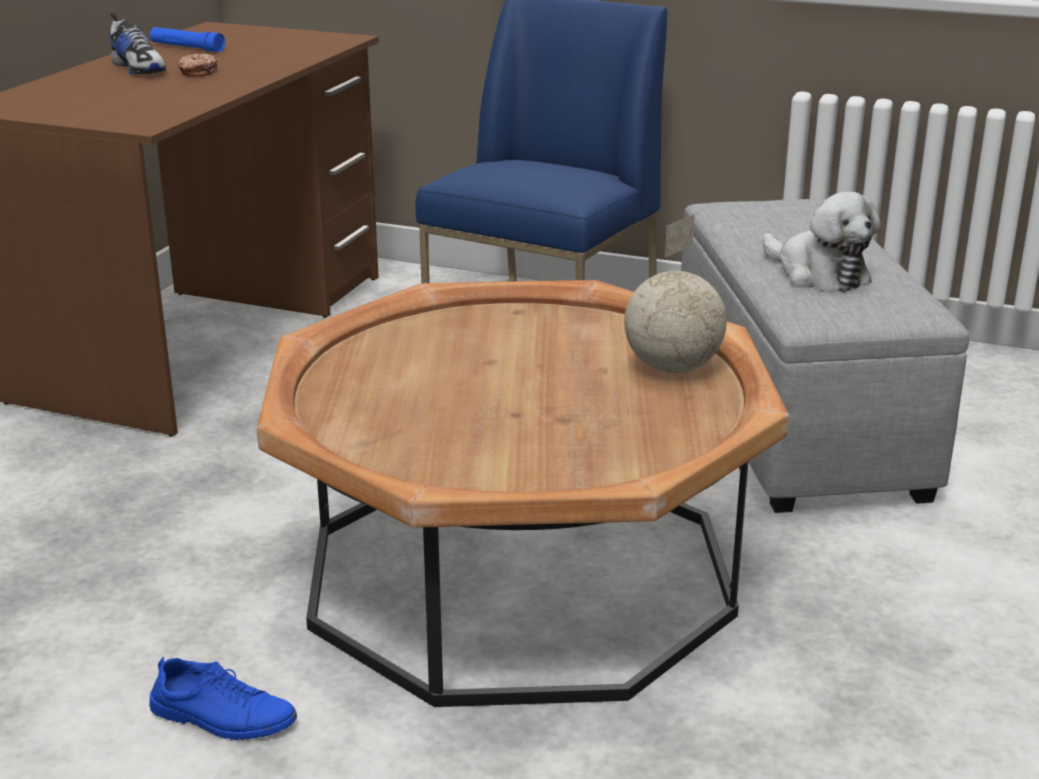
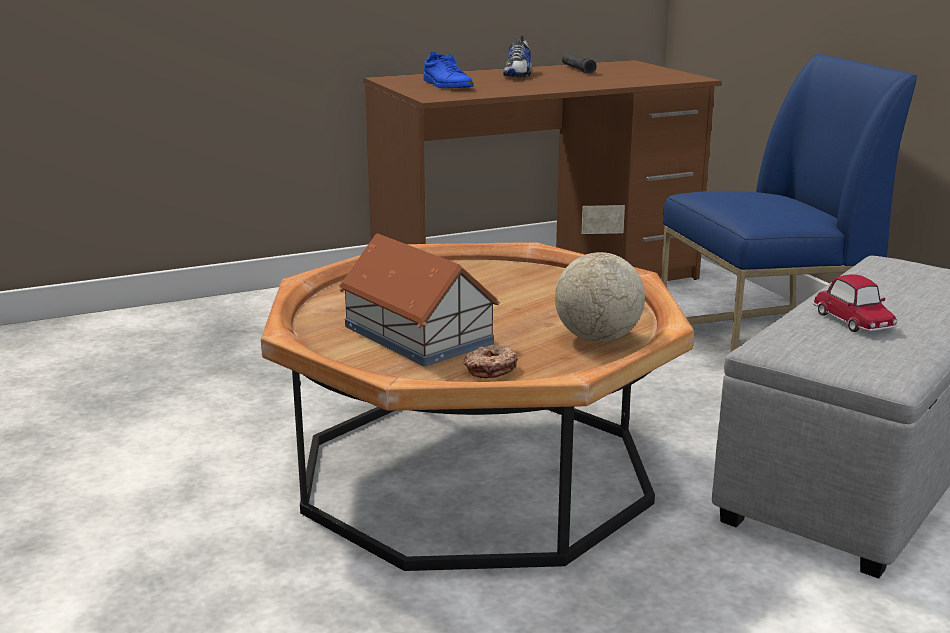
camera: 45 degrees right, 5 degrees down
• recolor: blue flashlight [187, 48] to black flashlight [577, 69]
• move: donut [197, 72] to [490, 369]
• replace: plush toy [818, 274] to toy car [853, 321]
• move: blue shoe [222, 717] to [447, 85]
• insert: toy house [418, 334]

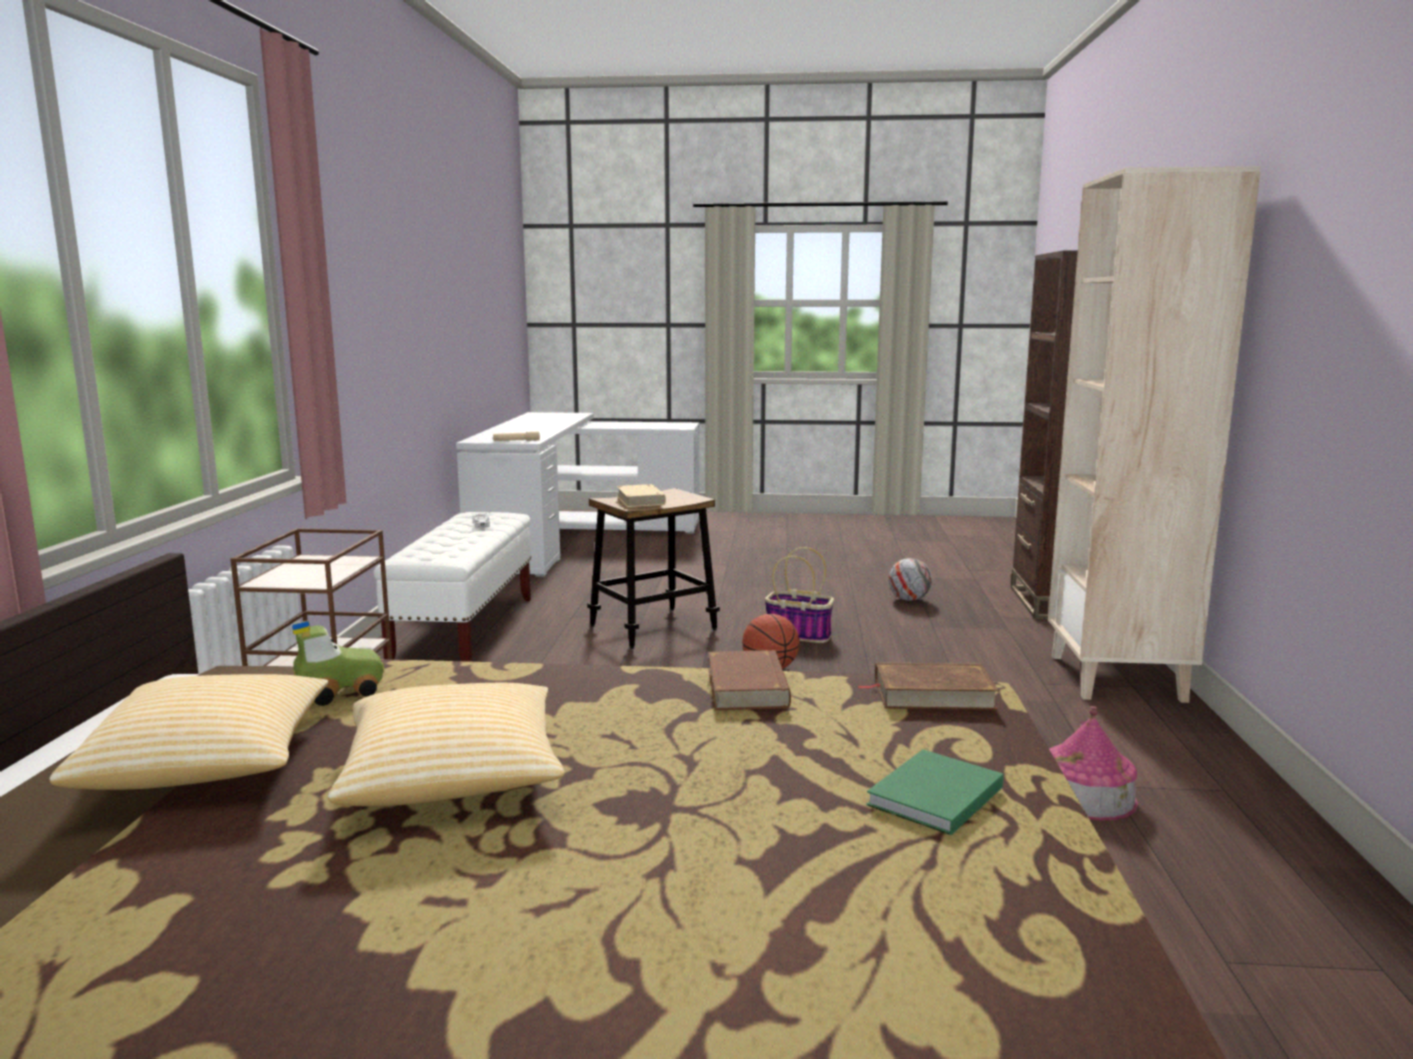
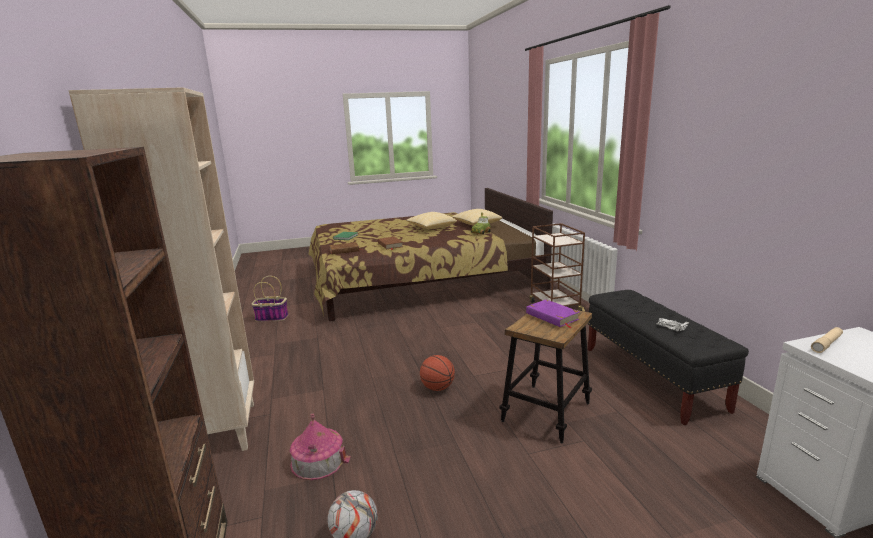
camera: 160 degrees right, 5 degrees up
• recolor: beige book [641, 500] to purple book [552, 316]
• recolor: white bench [465, 631] to black bench [652, 378]
• move: basket [800, 635] to [271, 318]
• move: toy house [1085, 796] to [318, 460]

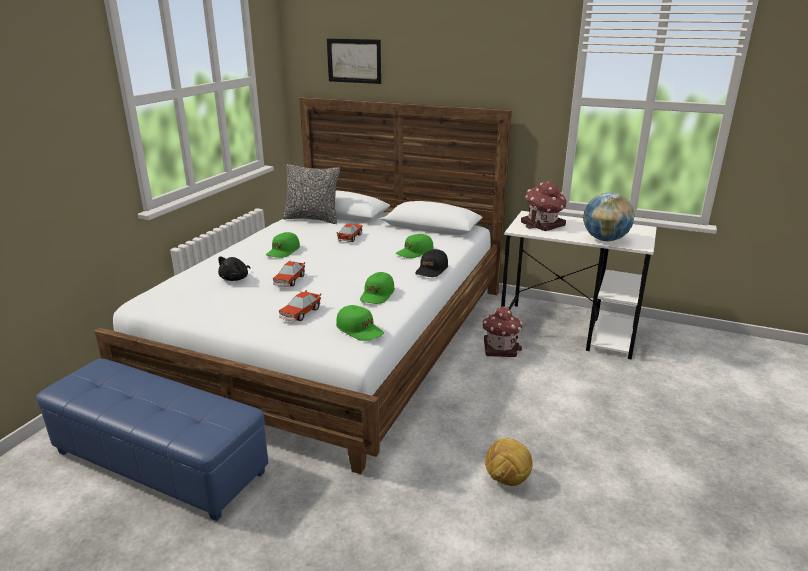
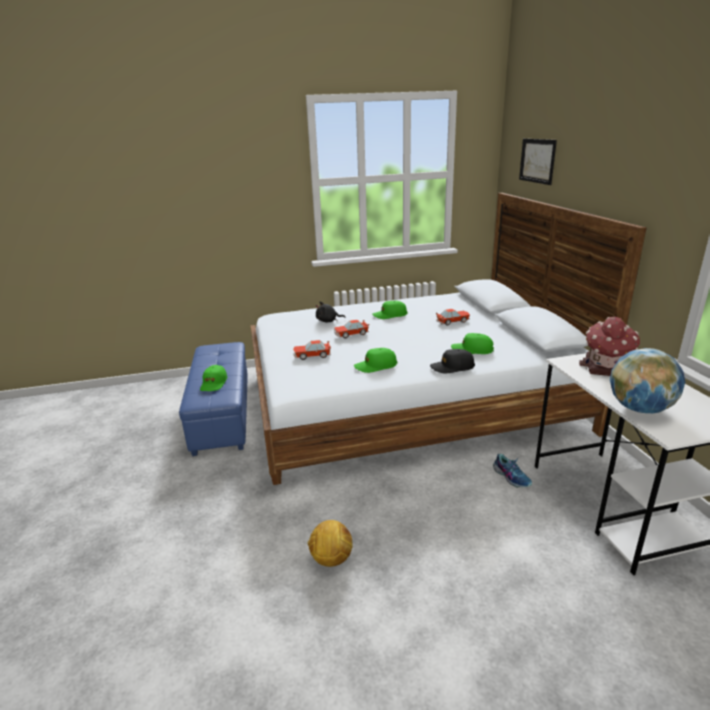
camera: 55 degrees right, 0 degrees up
• delete: pillow [312, 219]
• move: green cap [359, 330] to [214, 383]
• replace: toy house [500, 348] to shoe [511, 477]

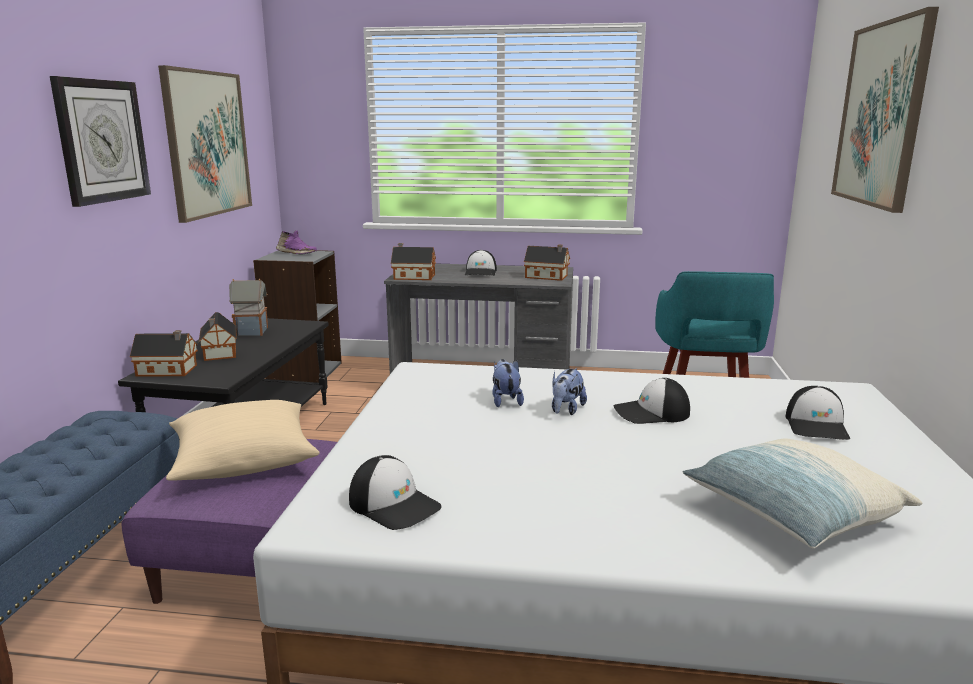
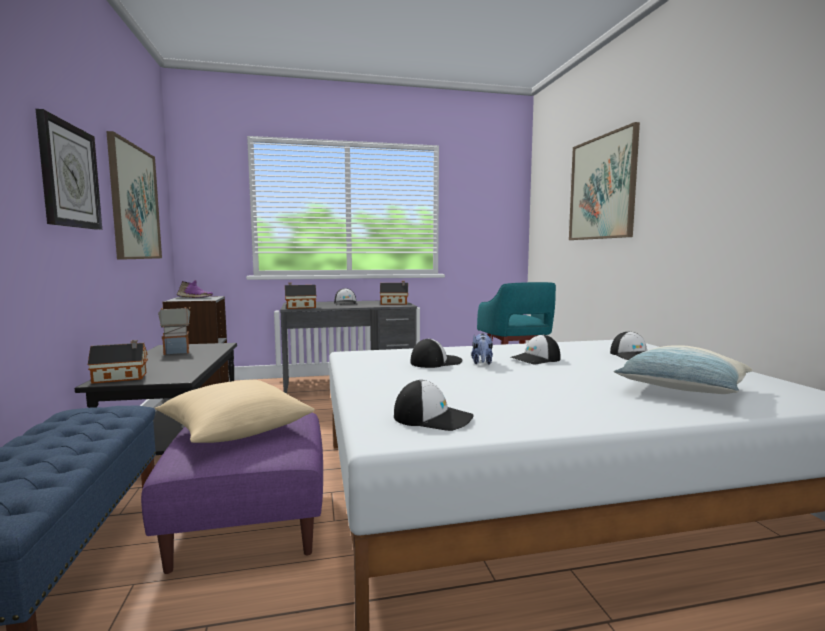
camera: 20 degrees left, 10 degrees down
• delete: toy house [219, 353]
• replace: plush toy [505, 400] to cap [435, 362]

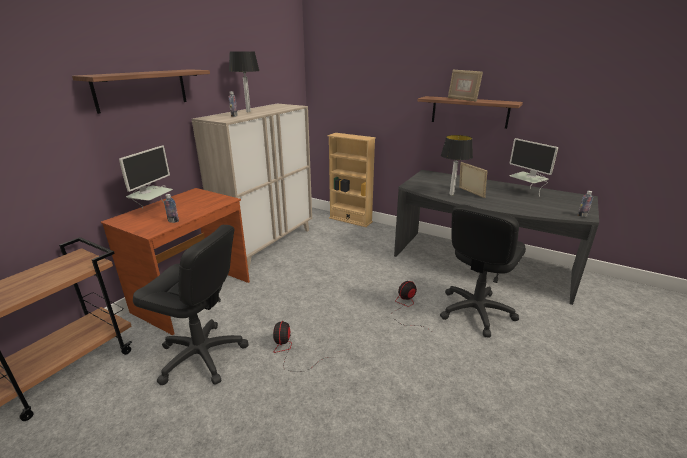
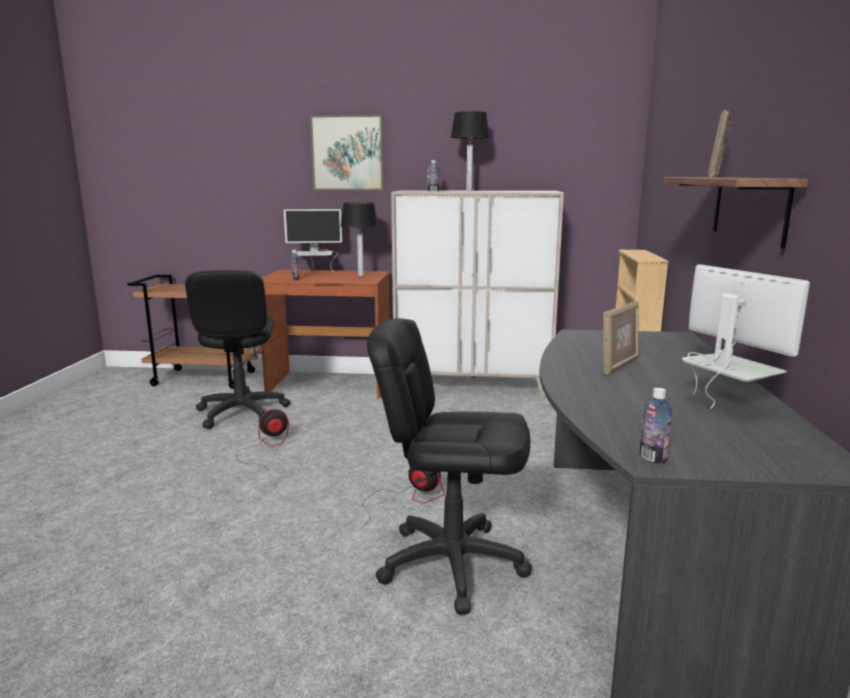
camera: 65 degrees right, 10 degrees down
• replace: shelf [142, 89] to picture [348, 153]
• move: table lamp [451, 194] to [361, 276]
• rotate: monitor [526, 192] = [724, 405] 120 degrees clockwise

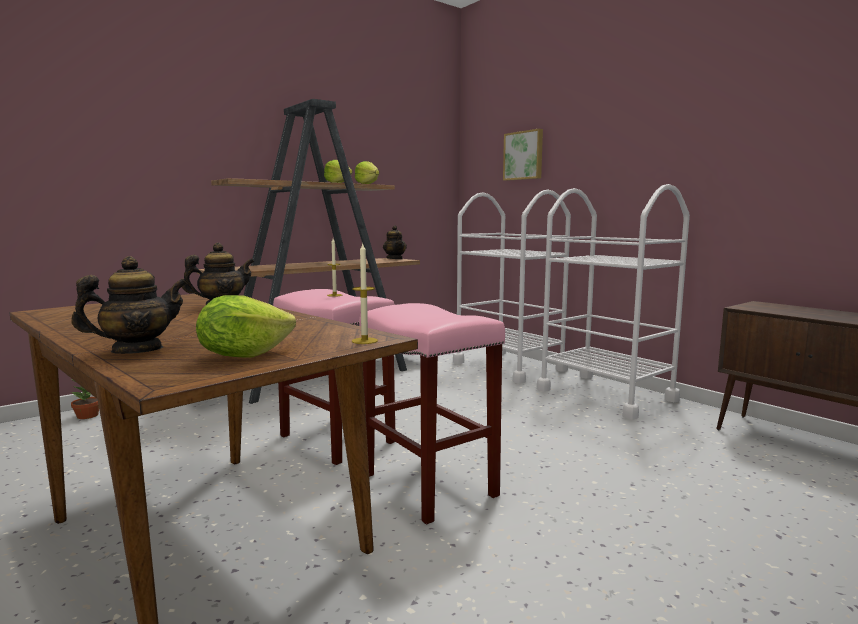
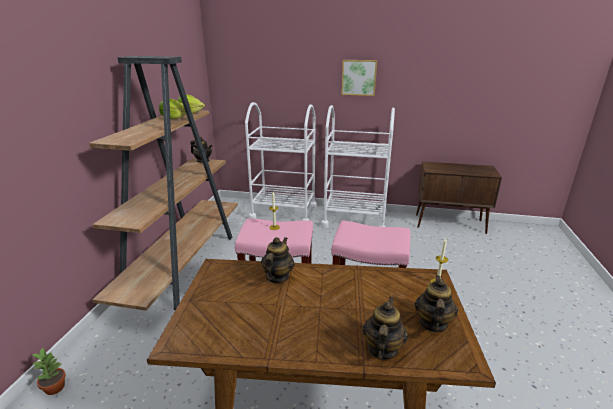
camera: 40 degrees left, 15 degrees up
• move: picture [524, 155] to [359, 77]
• replace: lettuce [243, 355] to teapot [432, 323]

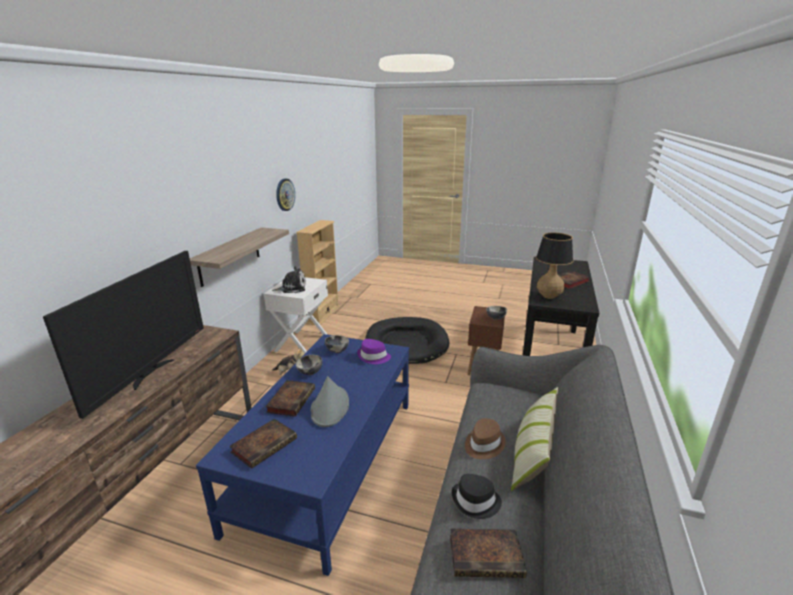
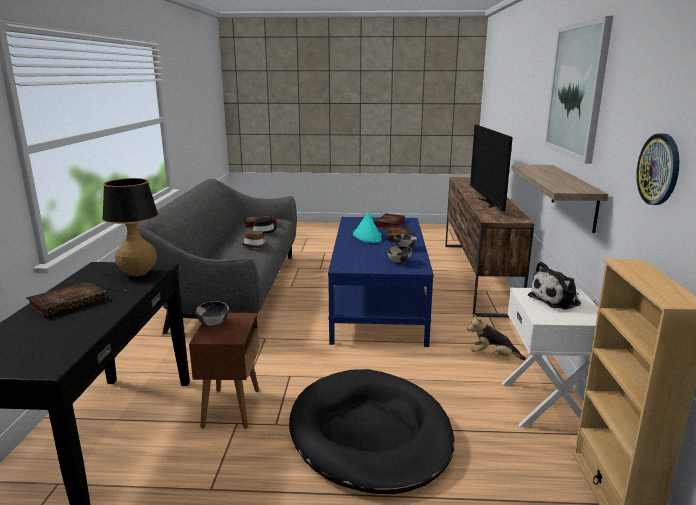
camera: 165 degrees right, 5 degrees down
• delete: purple hat [373, 357]
• recolor: grey hat [330, 407] to turquoise hat [367, 236]
• delete: pillow [532, 453]
• insert: picture [576, 90]

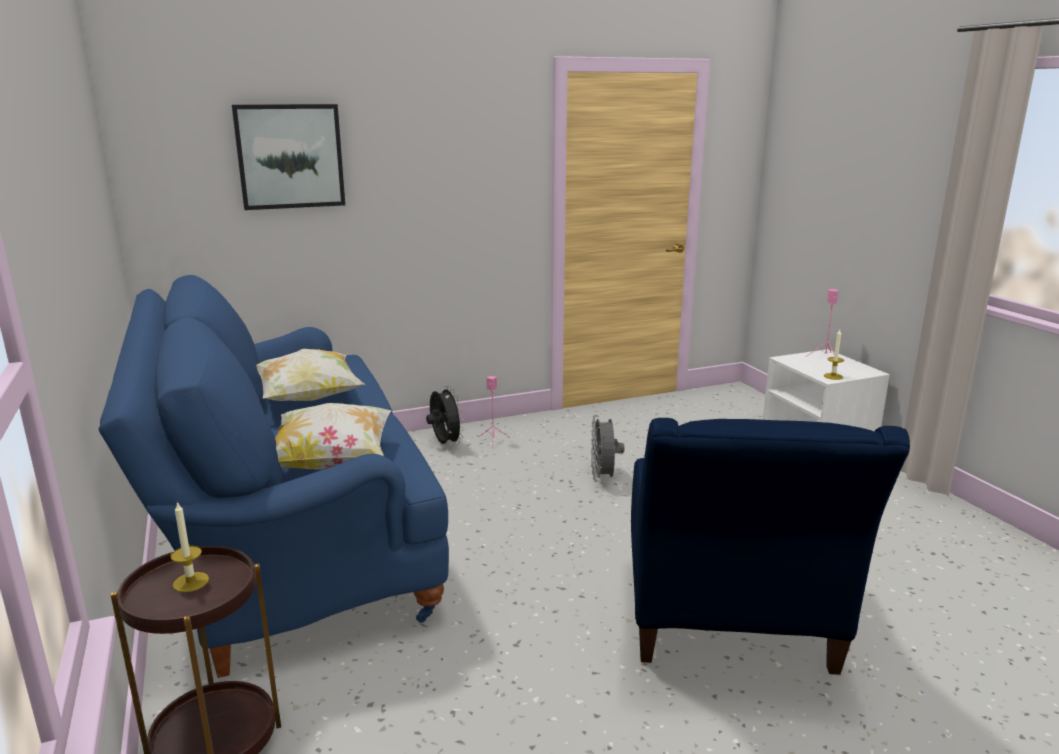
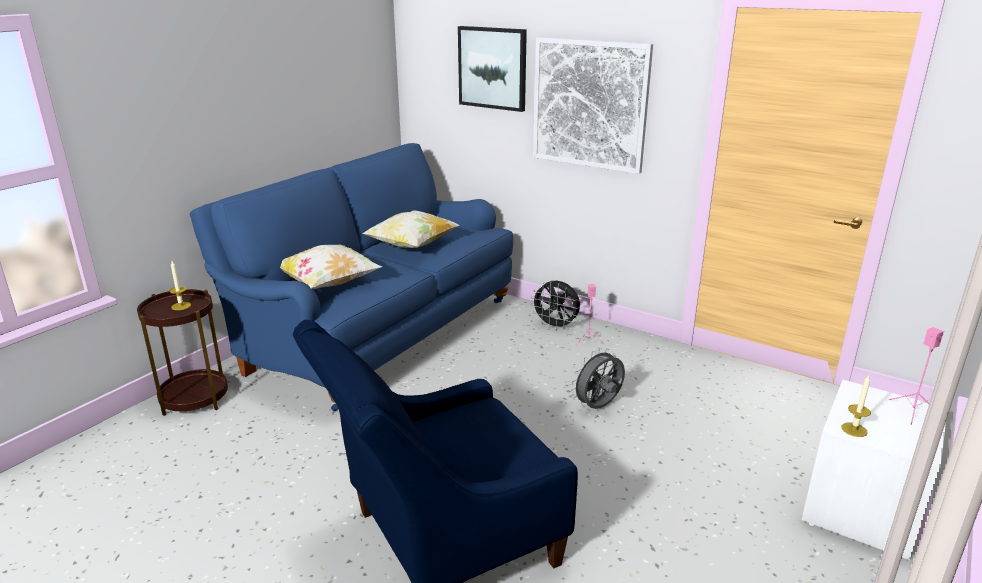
camera: 55 degrees right, 5 degrees up
• rotate: black fan [445, 444] = [556, 326] 90 degrees clockwise
• insert: picture [589, 104]

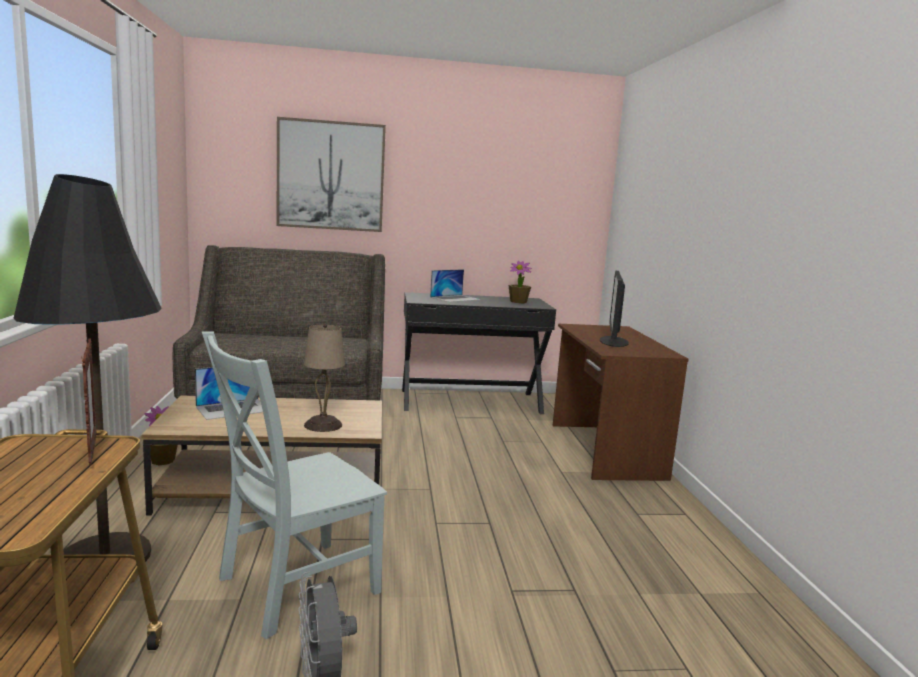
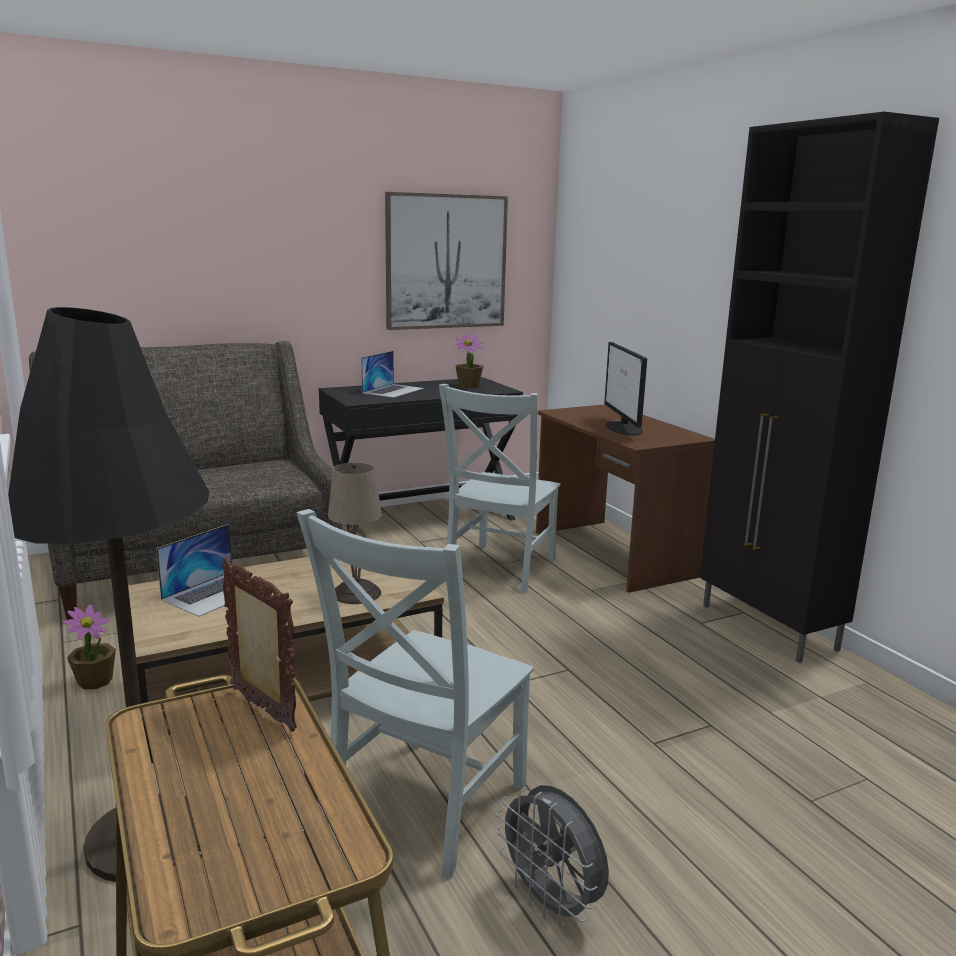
camera: 20 degrees left, 5 degrees up
• move: picture [331, 176] to [446, 262]
• insert: black cabinet [768, 628]
• insert: grey chair [498, 569]

